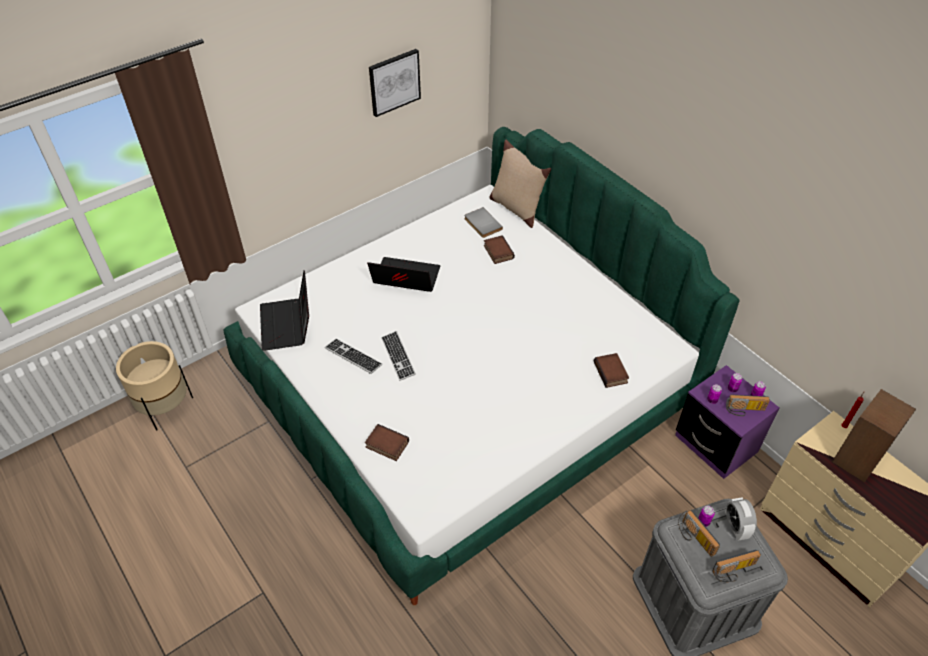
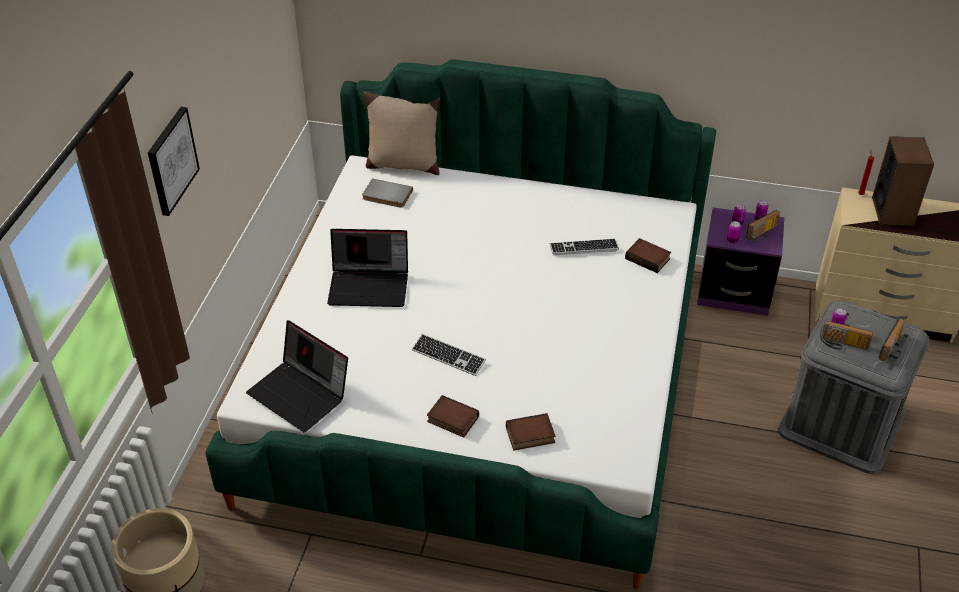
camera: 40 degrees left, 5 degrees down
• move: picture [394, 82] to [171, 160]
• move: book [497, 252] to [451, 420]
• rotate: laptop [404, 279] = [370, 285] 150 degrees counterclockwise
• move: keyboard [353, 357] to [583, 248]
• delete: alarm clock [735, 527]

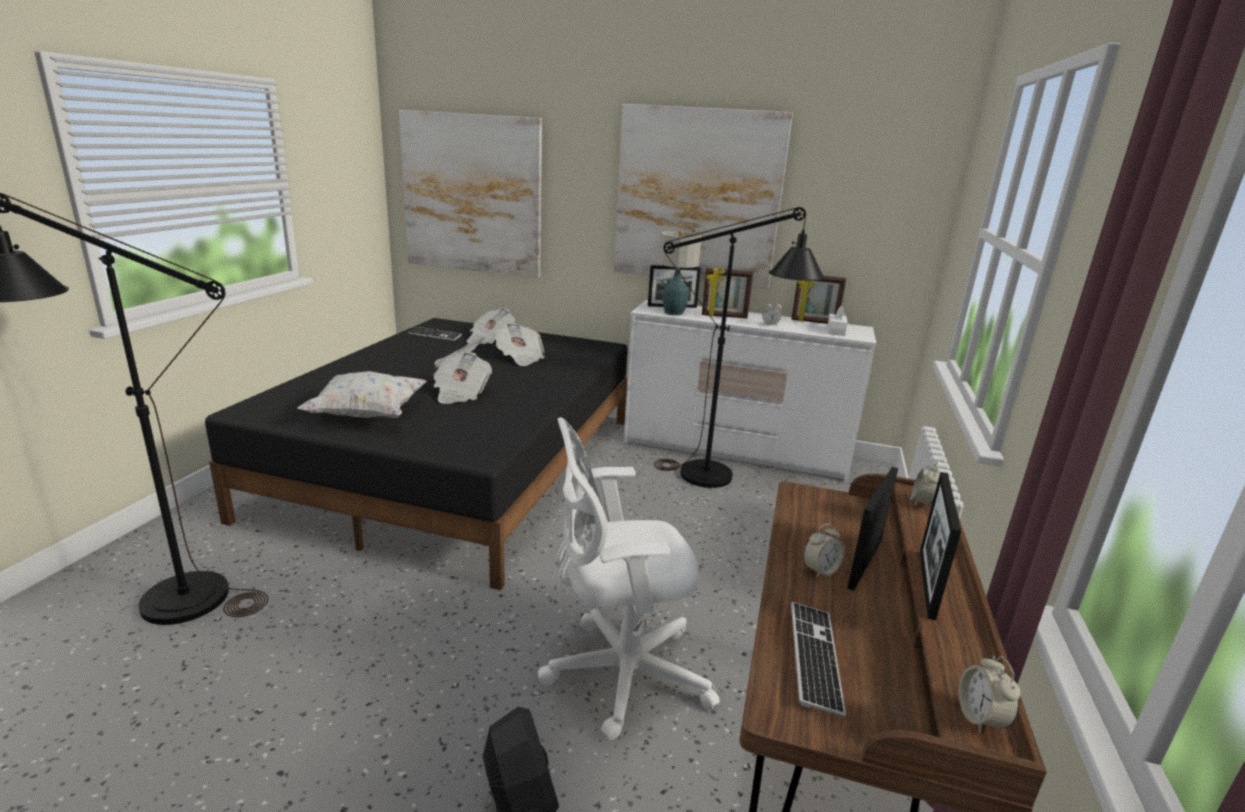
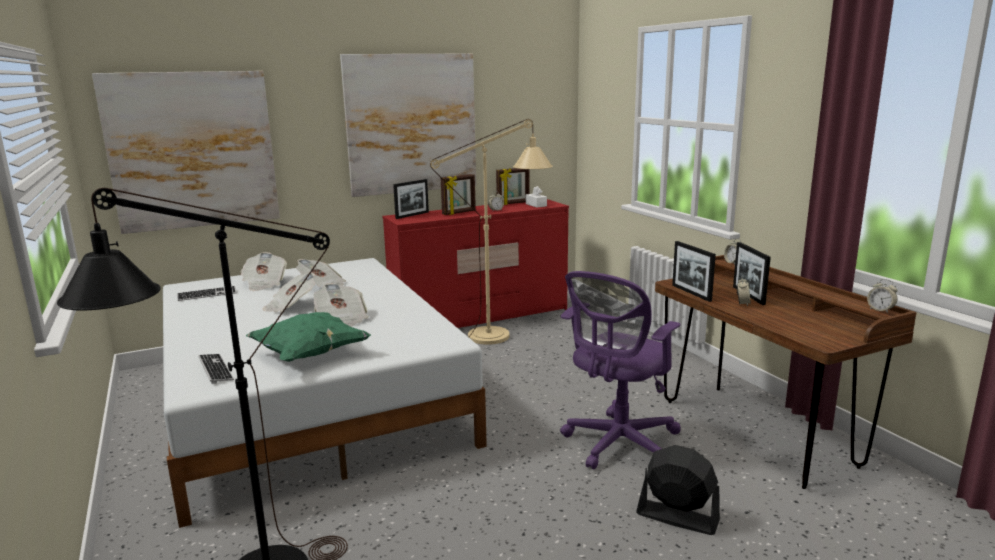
camera: 40 degrees left, 5 degrees down
• recolor: black floor lamp [720, 479] to beige floor lamp [500, 335]
• delete: table lamp [674, 312]
• recolor: white dresser [735, 450] to red dresser [481, 317]
• recolor: black bed [459, 464] to white bed [309, 399]
• recolor: white pillow [367, 415] to green pillow [310, 355]
• recolor: white office chair [619, 674] to purple office chair [617, 444]
• move: picture frame [927, 583] to [691, 293]
• move: keyboard [814, 657] to [215, 369]

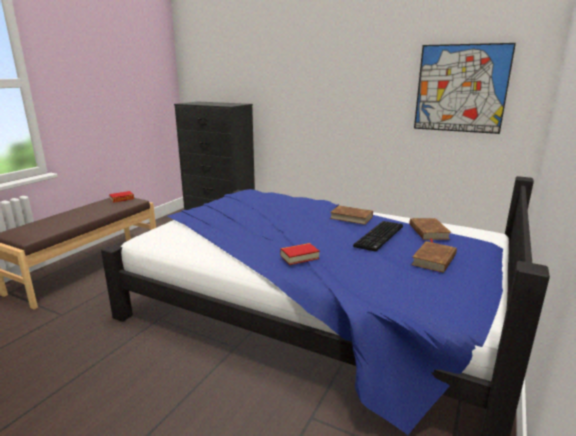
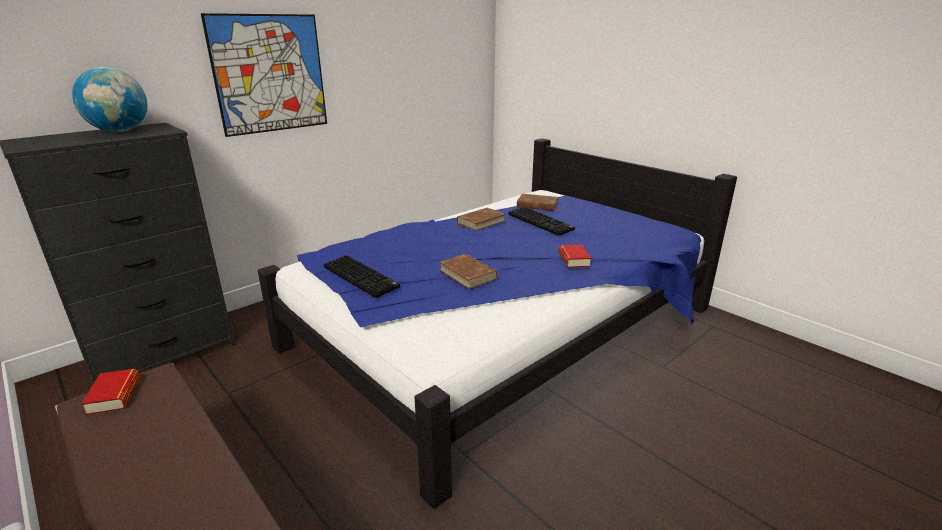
camera: 70 degrees left, 5 degrees up
• move: picture [461, 89] to [270, 74]
• move: brown book [434, 260] to [467, 274]
• insert: globe [120, 131]
• insert: keyboard [362, 277]

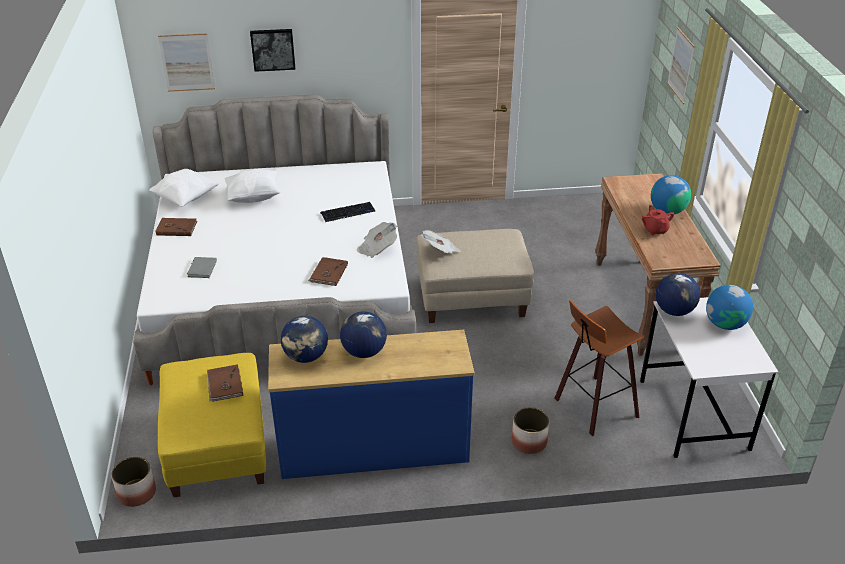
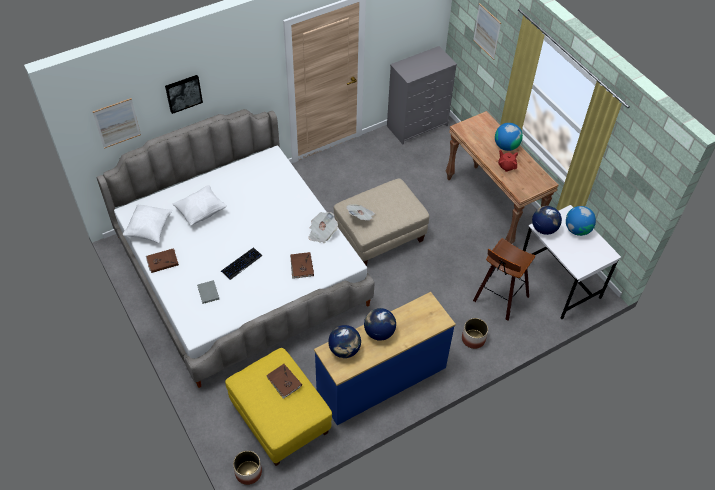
camera: 25 degrees left, 15 degrees up
• move: keyboard [347, 212] to [241, 264]
• insert: grey dresser [417, 125]

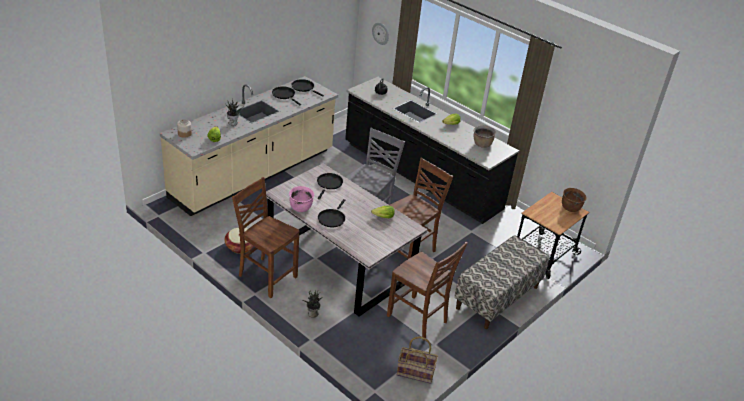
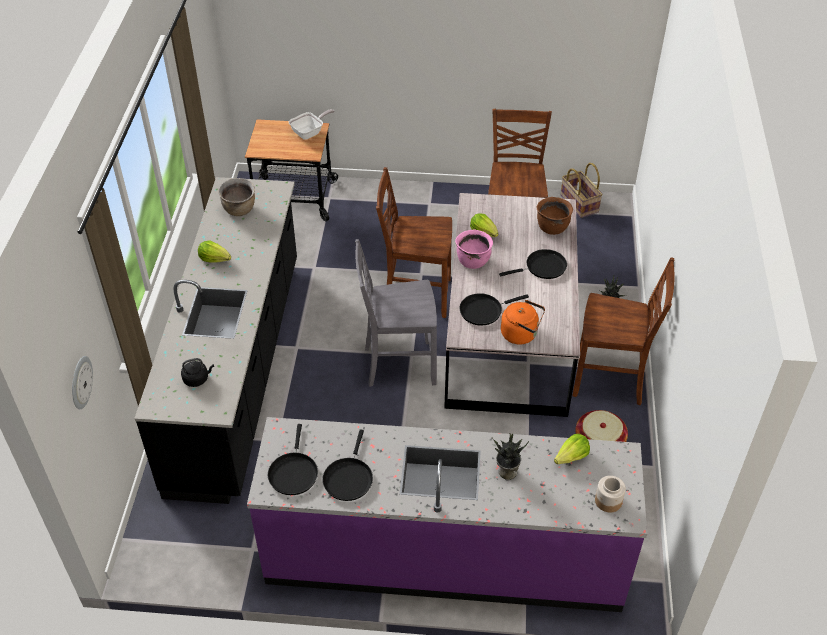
camera: 125 degrees left, 10 degrees up
• recolor: beige counter [254, 174] to purple counter [445, 555]
• rotate: brown chair [266, 276] = [610, 380] 75 degrees counterclockwise
• move: pink cooking pot [301, 208] to [473, 261]
• move: brown cooking pot [570, 208] to [552, 227]
• delete: bench [497, 298]
• insert: frying pan [310, 133]
• insert: orange kettle [521, 334]

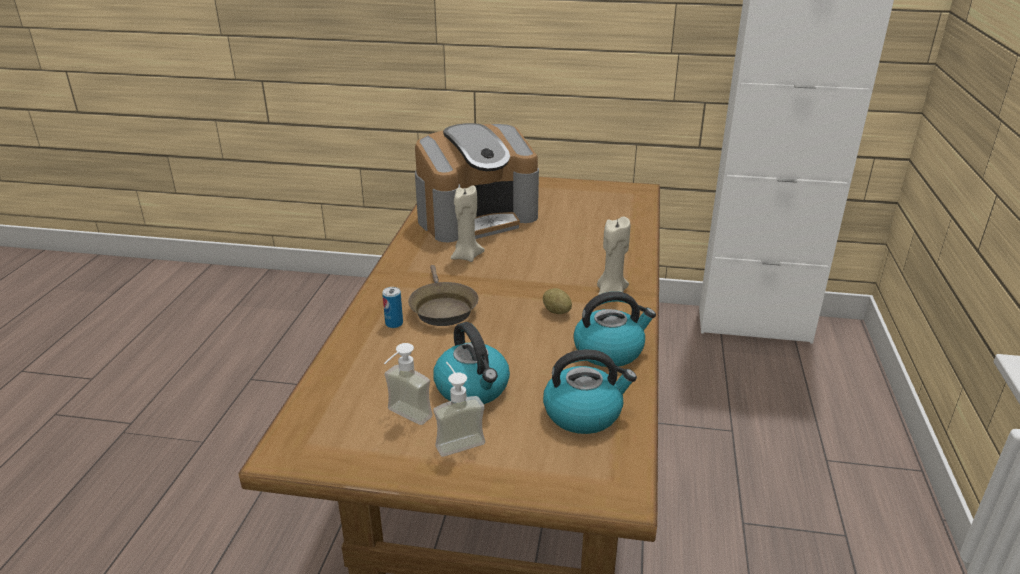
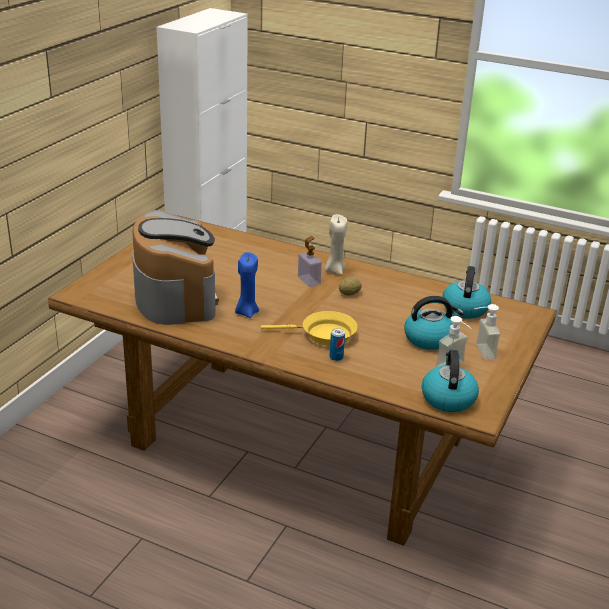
camera: 75 degrees left, 0 degrees up
• recolor: beige candle [466, 256] to blue candle [246, 312]
• recolor: brown frying pan [442, 308] to yellow frying pan [323, 335]
• move: kettle [609, 350] to [448, 398]
• insert: soap dispenser [309, 280]

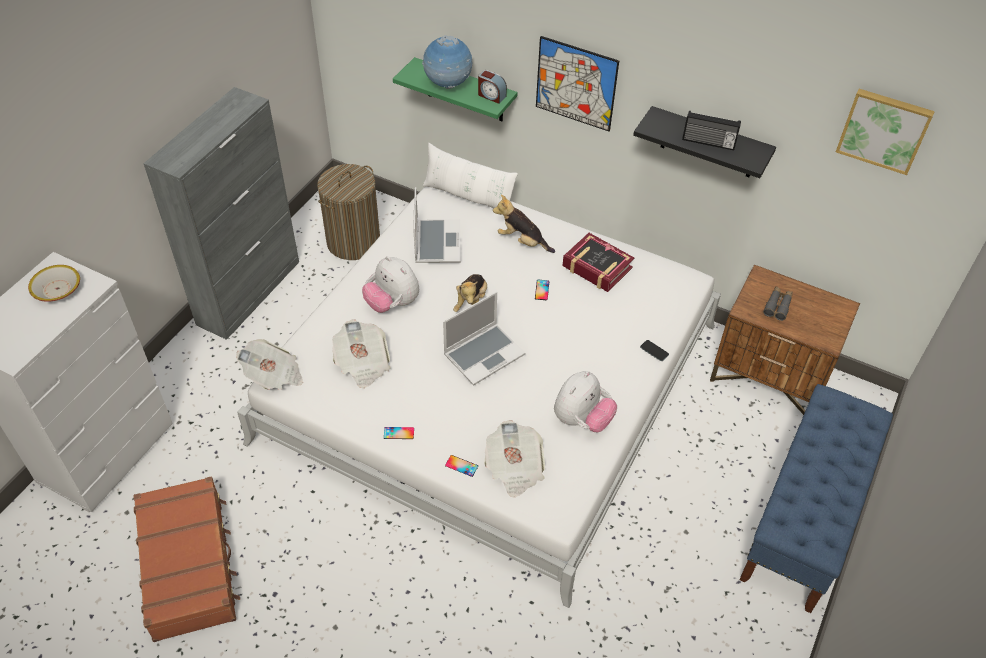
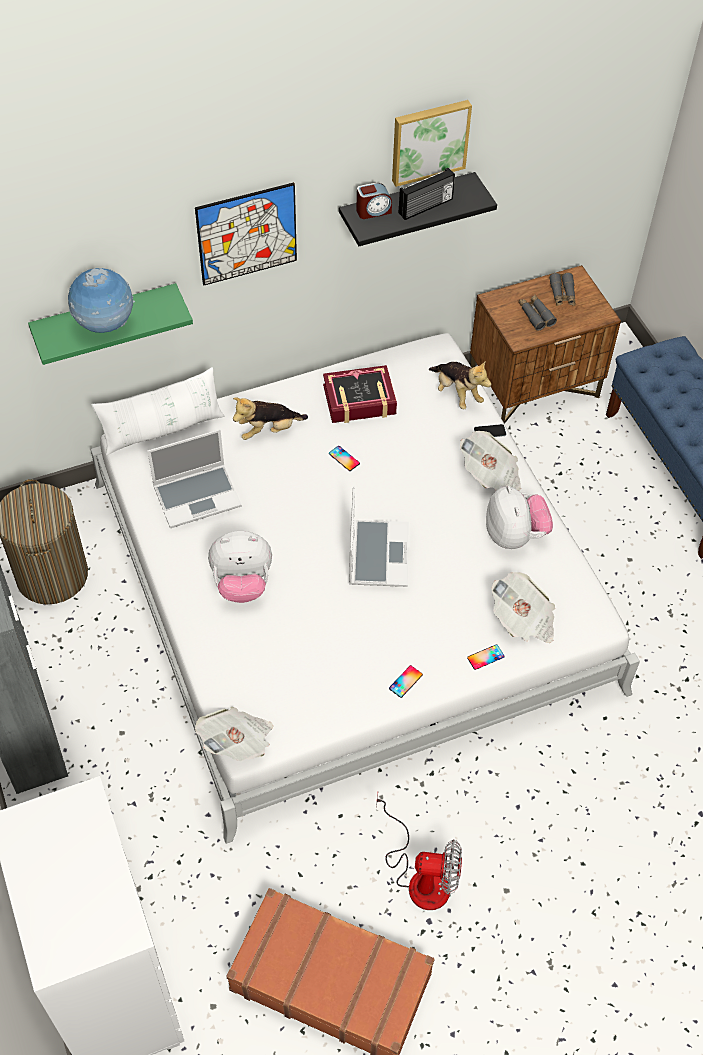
camera: 50 degrees left, 5 degrees up
• move: alarm clock [491, 95] to [373, 211]
• move: picture [884, 130] to [429, 140]
• rotate: laptop [436, 242] = [198, 495] 120 degrees clockwise
• delete: bowl [57, 289]
• move: plush toy [471, 302] to [457, 393]
• move: newspaper [362, 364] to [490, 474]
• insert: grey binoculars [562, 294]
• insert: fan [420, 876]

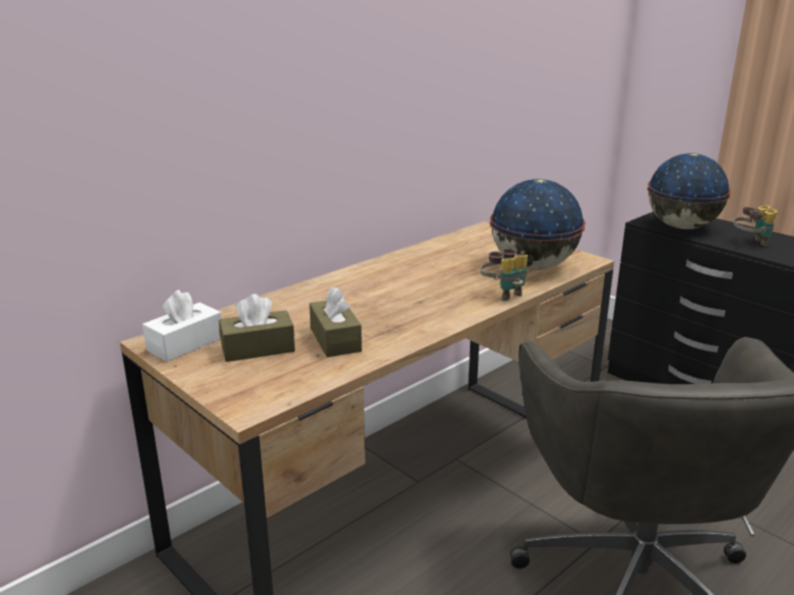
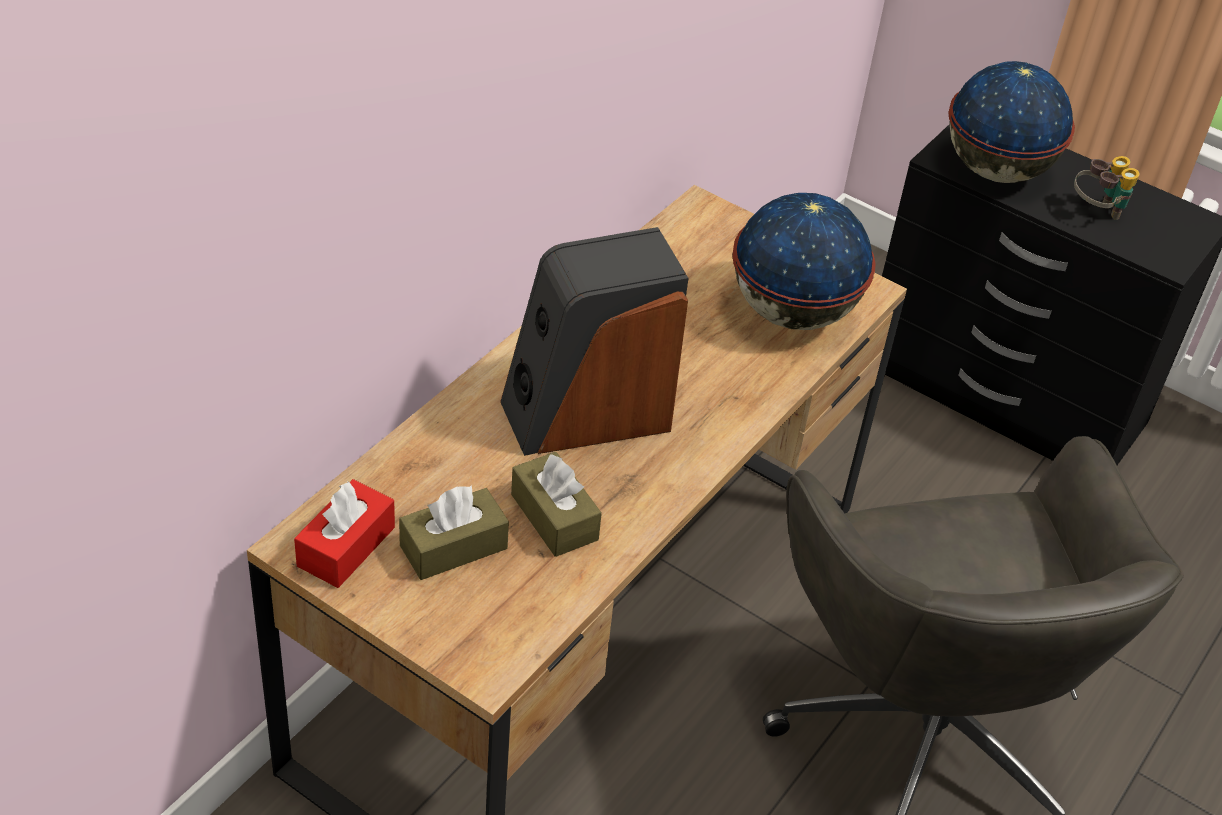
camera: 15 degrees left, 20 degrees up
• delete: binoculars [504, 293]
• recolor: white tissue box [185, 344] to red tissue box [346, 546]
• insert: speaker [586, 413]

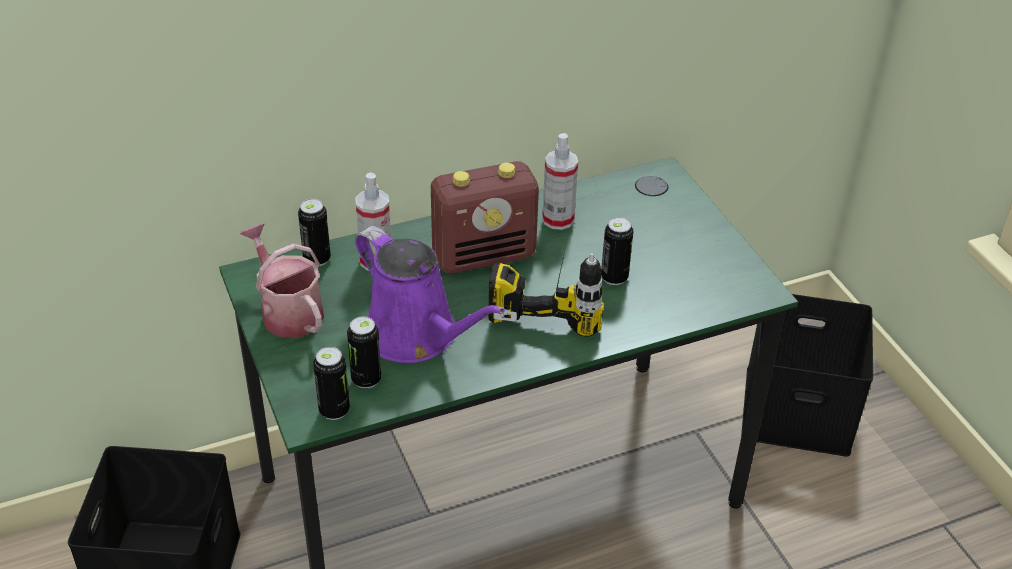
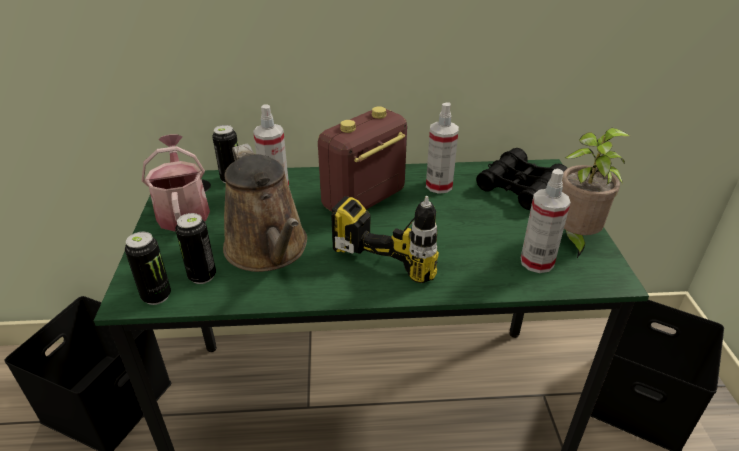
camera: 20 degrees right, 5 degrees down
• rotate: radio [484, 255] = [363, 200] 135 degrees clockwise
• delete: can [614, 277]
• recolor: purple watering can [417, 336] to brown watering can [269, 250]
• insert: potted plant [574, 239]
• insert: black binoculars [520, 188]
• insert: spray bottle [537, 262]

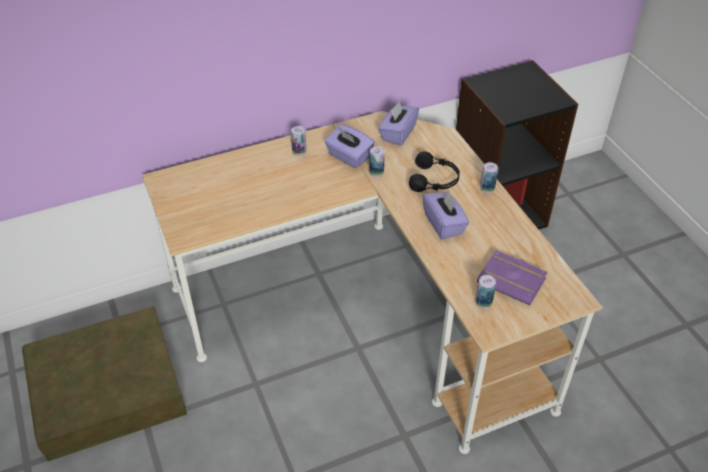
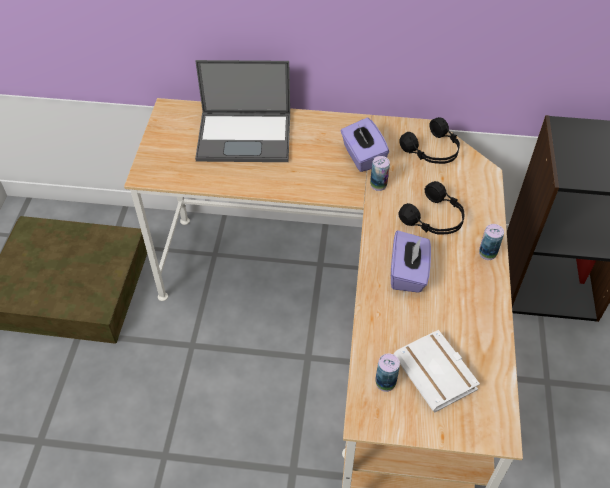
camera: 30 degrees right, 5 degrees up
• replace: purple tissue box [397, 133] to black headphones [433, 151]
• delete: can [299, 151]
• recolor: purple book [513, 280] to white book [438, 374]
• insert: laptop [246, 136]

